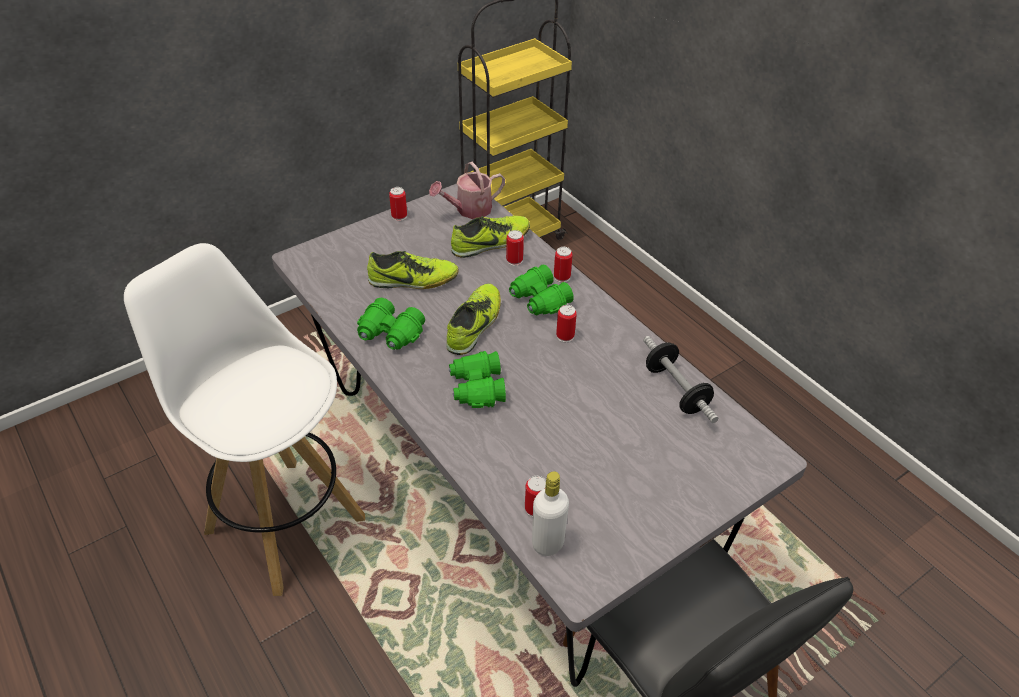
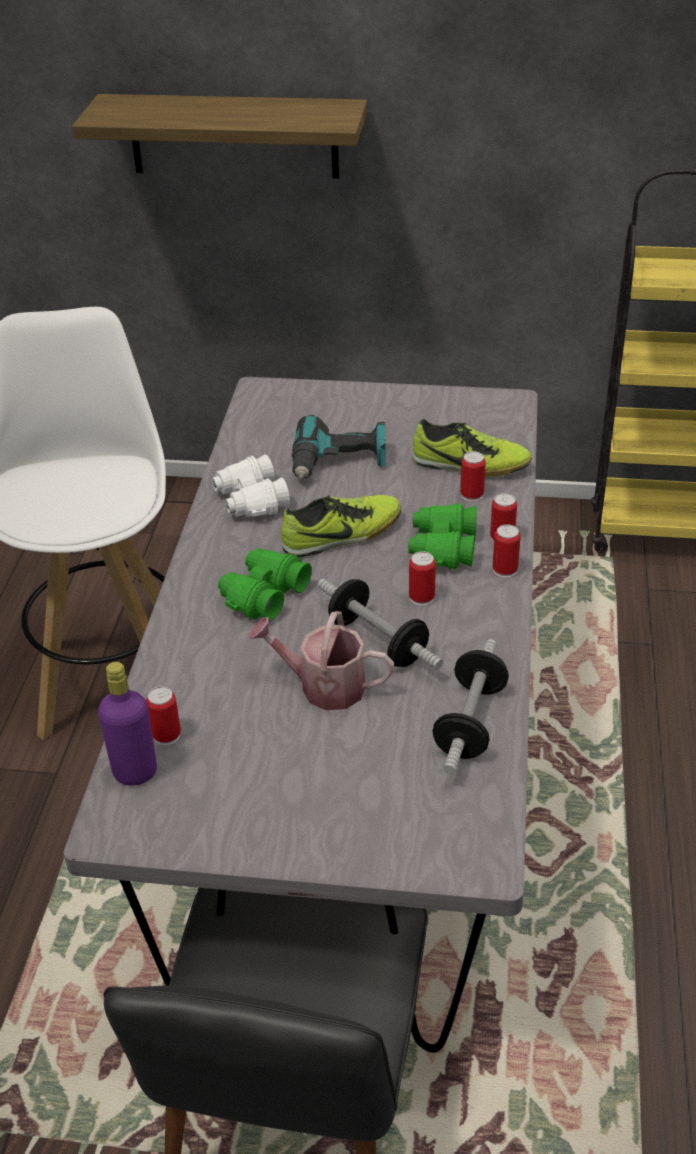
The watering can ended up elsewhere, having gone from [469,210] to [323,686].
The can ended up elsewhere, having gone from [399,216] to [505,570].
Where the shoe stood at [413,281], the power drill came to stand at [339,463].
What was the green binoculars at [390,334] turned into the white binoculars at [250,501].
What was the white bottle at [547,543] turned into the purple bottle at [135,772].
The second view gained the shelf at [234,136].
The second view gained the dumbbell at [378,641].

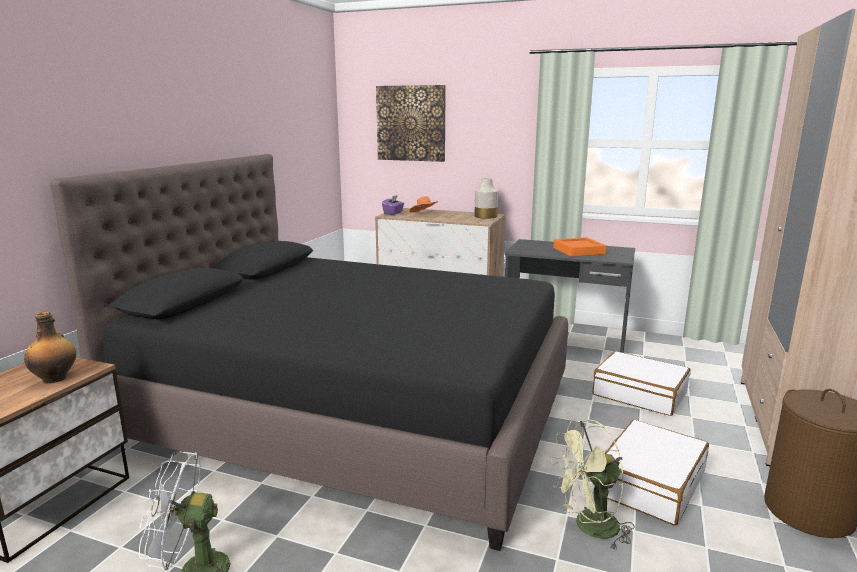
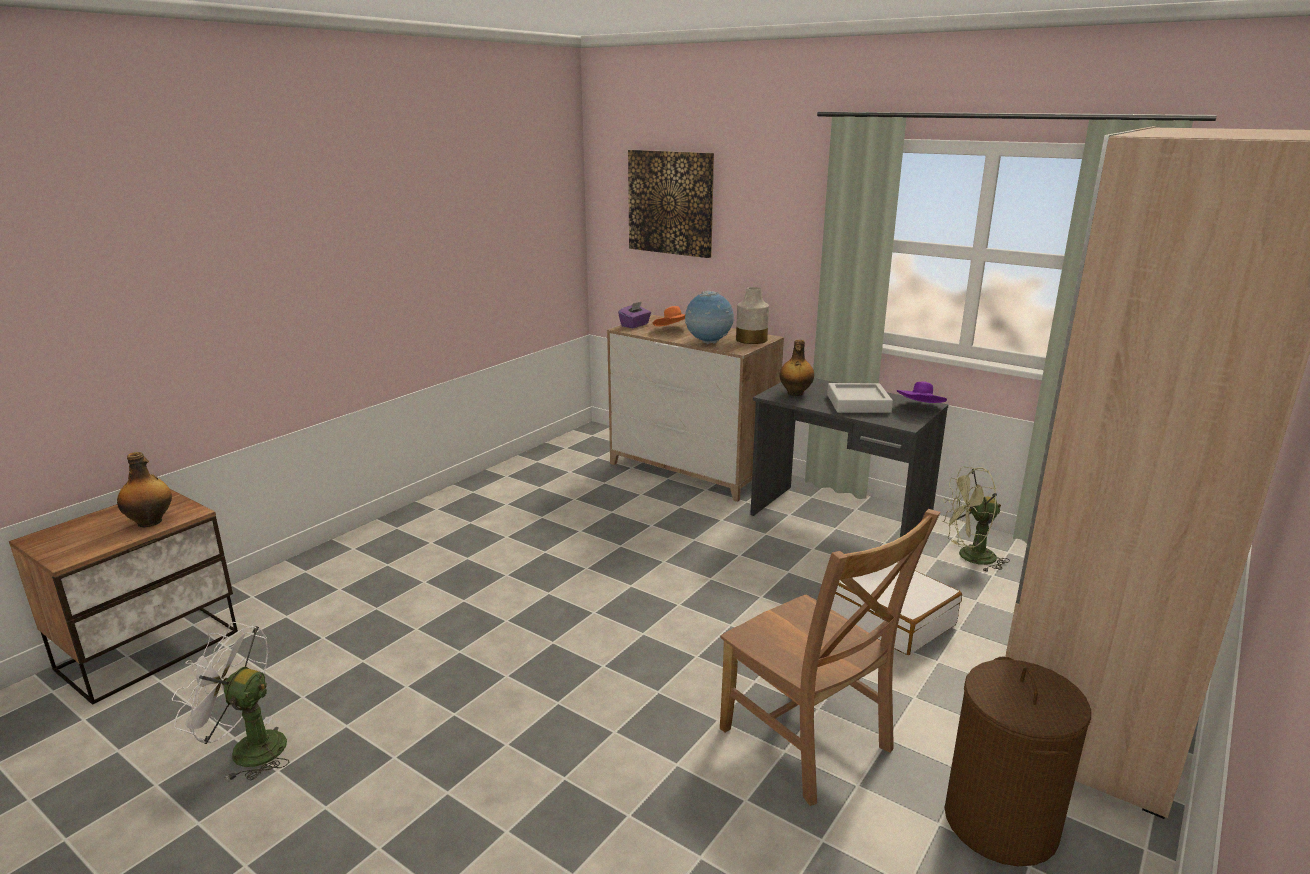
The second view lost the black bed at [354,411].
What was the orange tray at [578,251] turned into the grey tray at [858,403].
The green fan ended up elsewhere, having gone from [589,528] to [969,557].
Where the white suitcase stood at [649,483], the brown chair came to stand at [809,743].
The second view gained the globe at [708,343].
The second view gained the bottle at [795,393].
The second view gained the purple hat at [920,408].

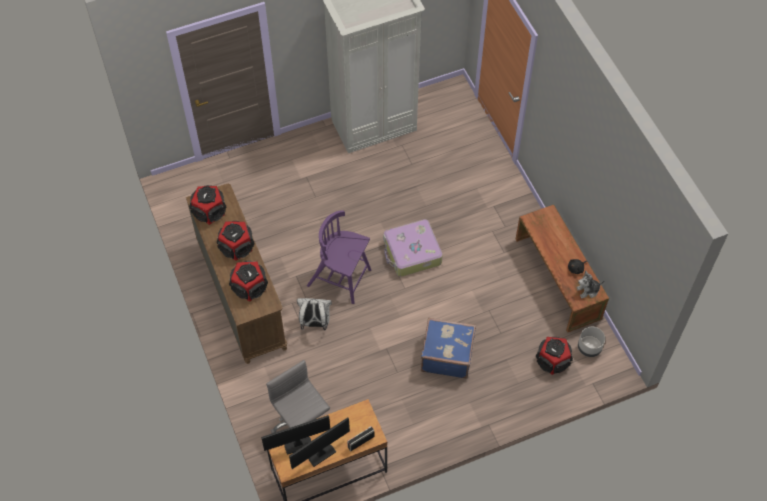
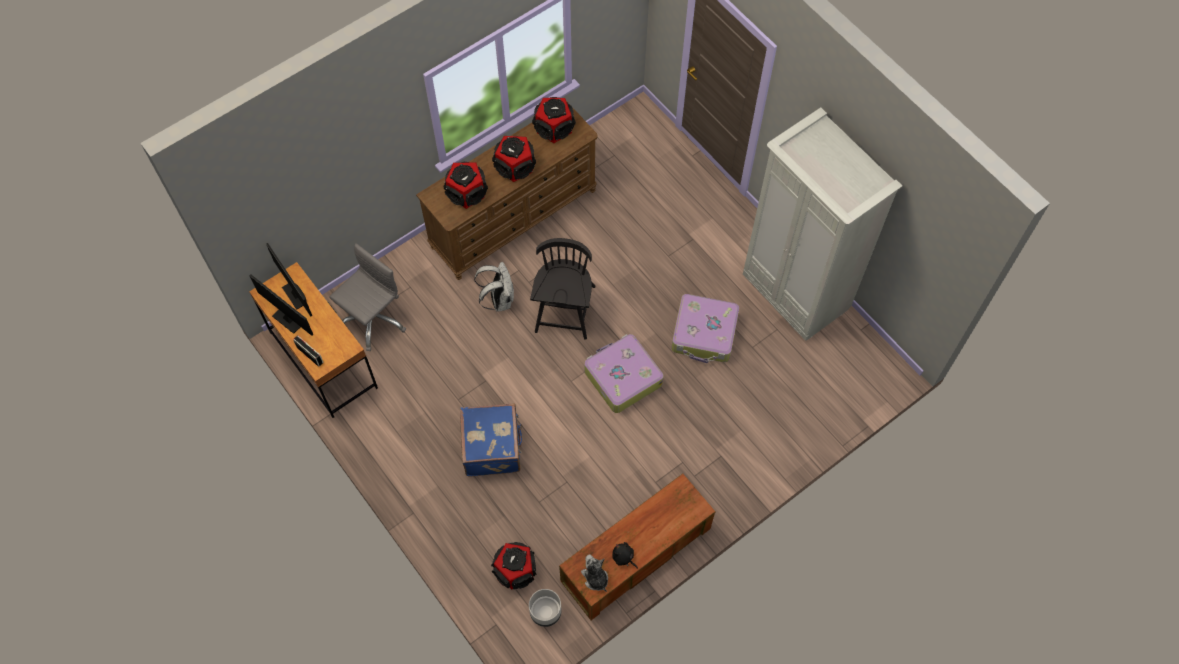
What was the purple chair at [340,278] turned into the black chair at [565,310].
The second view gained the suitcase at [704,334].

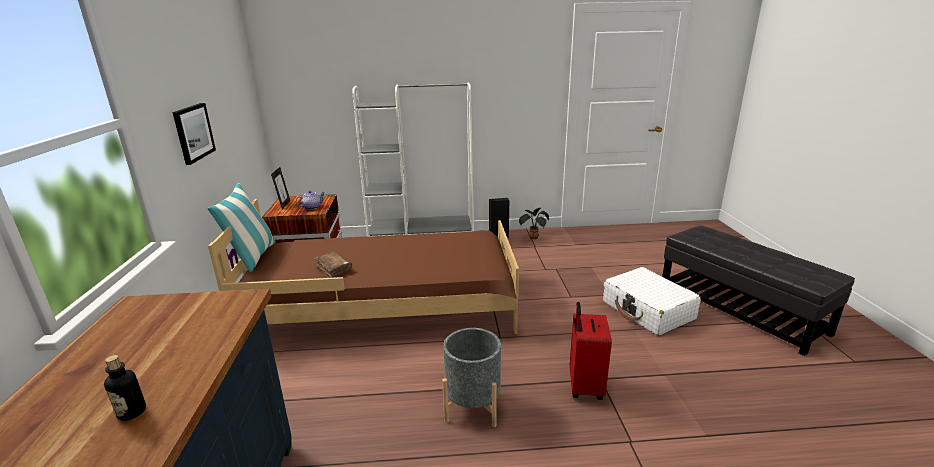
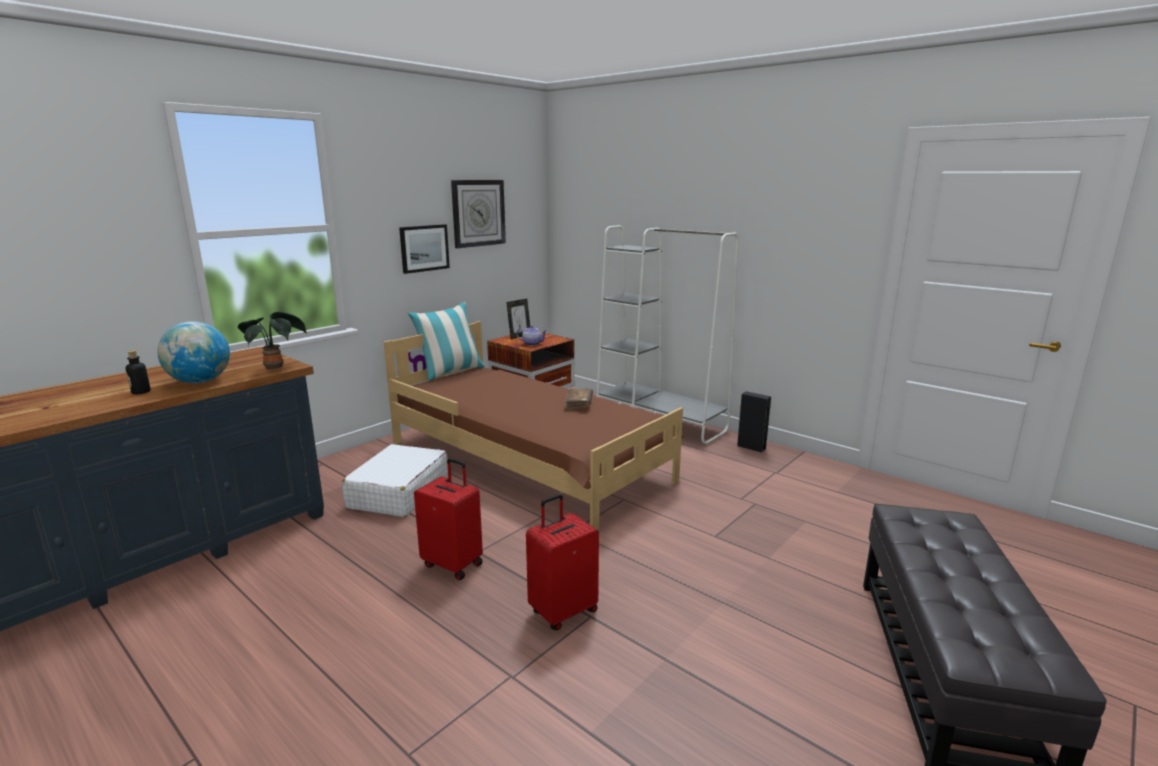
The potted plant ended up elsewhere, having gone from [533,237] to [276,367].
The brown book ended up elsewhere, having gone from [334,268] to [578,404].
The white suitcase ended up elsewhere, having gone from [648,310] to [398,493].
Where the grey planter stood at [473,406], the red suitcase came to stand at [453,564].
The second view gained the wall clock at [478,213].
The second view gained the globe at [200,382].

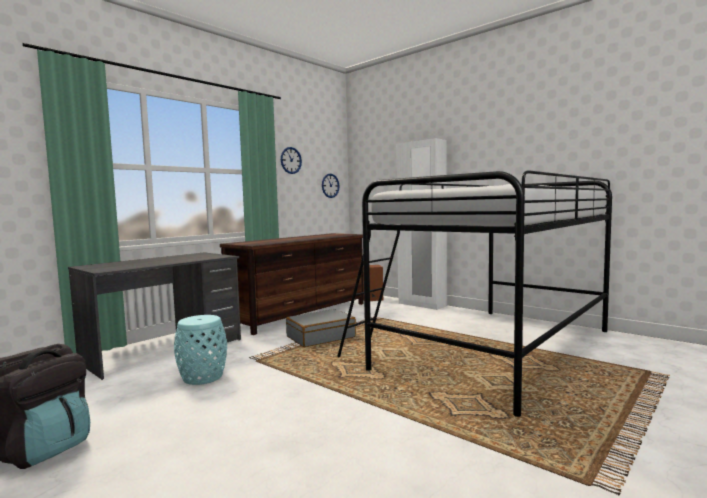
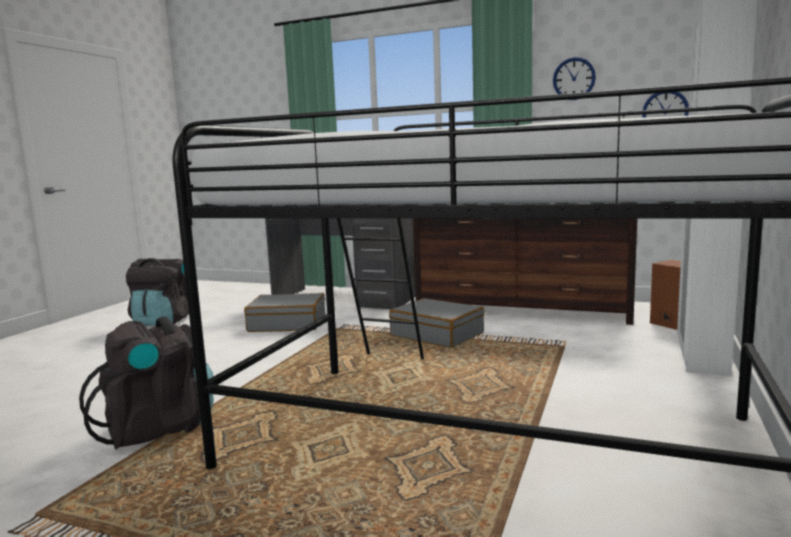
Where the turquoise stool stood at [203,377], the grey suitcase came to stand at [287,324].
The second view gained the black backpack at [158,428].

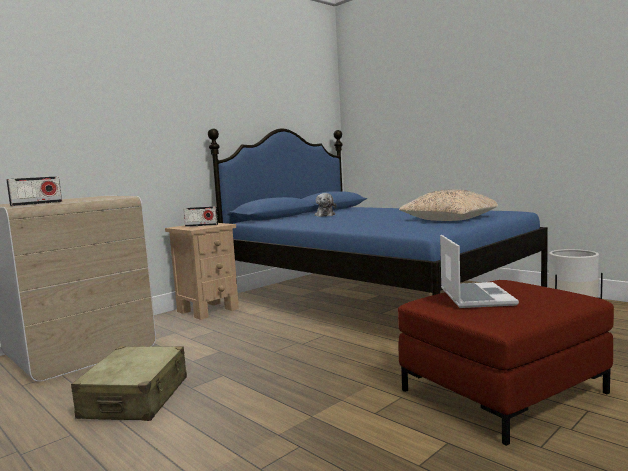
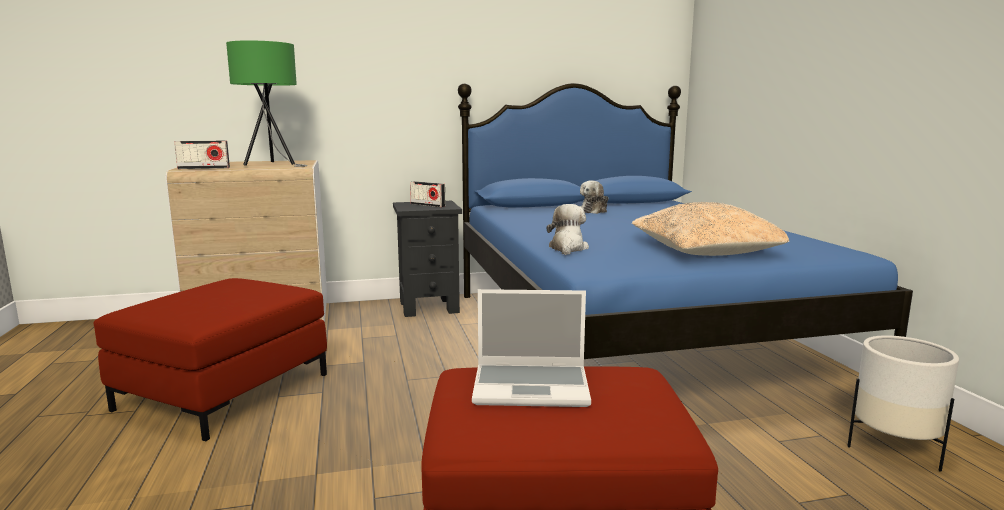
What was the beige nightstand at [209,310] turned into the black nightstand at [430,307].
The laptop at [474,297] ended up facing another way, 60 degrees clockwise from before.
Where the beige suitcase stood at [136,398], the red ottoman came to stand at [225,391].
The second view gained the green table lamp at [272,165].
The second view gained the plush toy at [567,248].

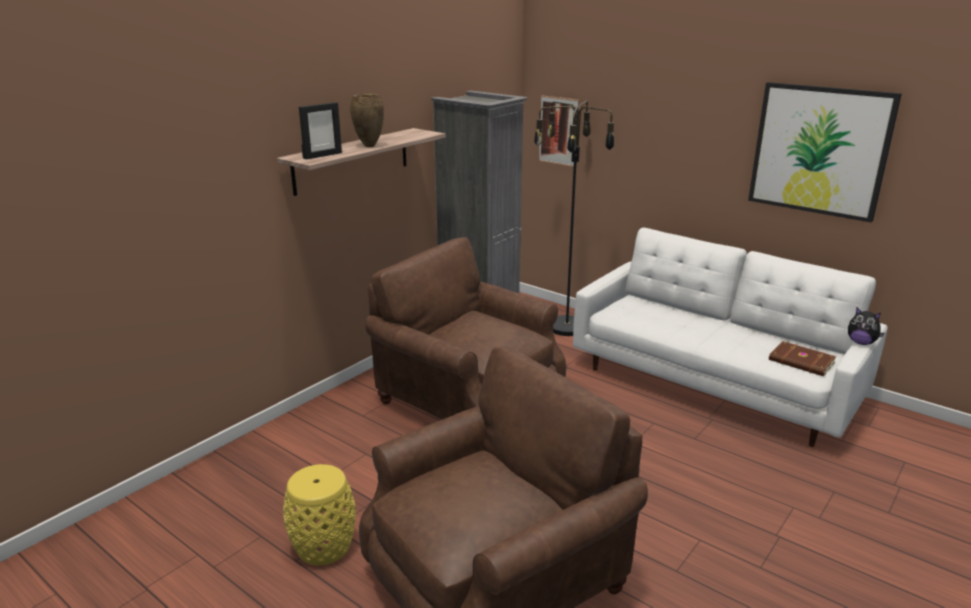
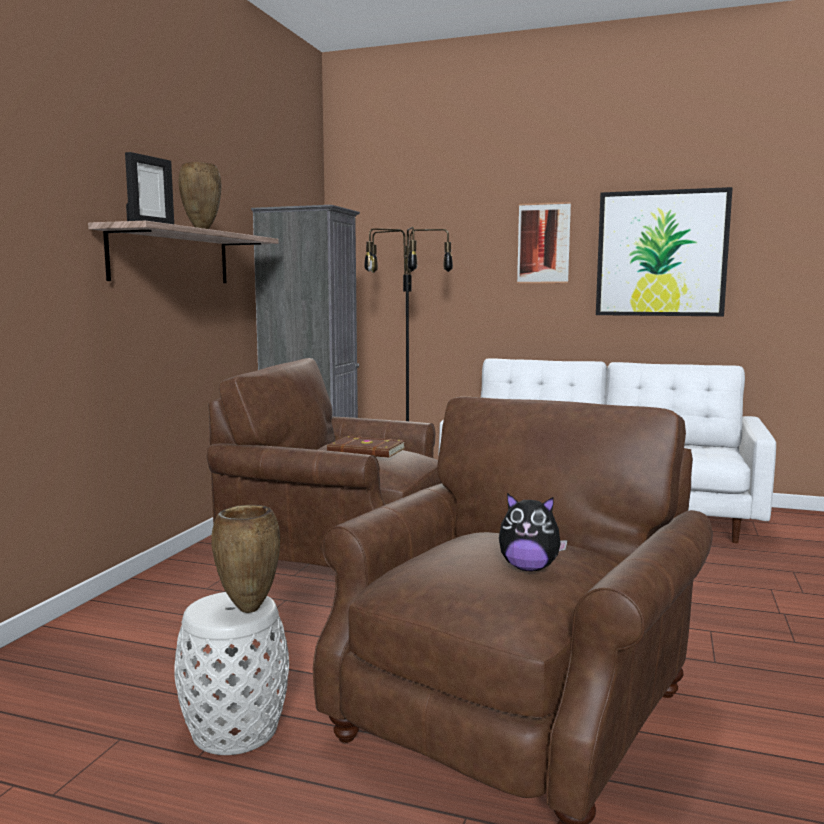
The picture ended up elsewhere, having gone from [558,131] to [543,243].
The plush toy ended up elsewhere, having gone from [861,342] to [529,568].
The brown book ended up elsewhere, having gone from [801,362] to [366,451].
What was the yellow stool at [323,547] turned into the white stool at [235,731].
The second view gained the brown vase at [247,609].

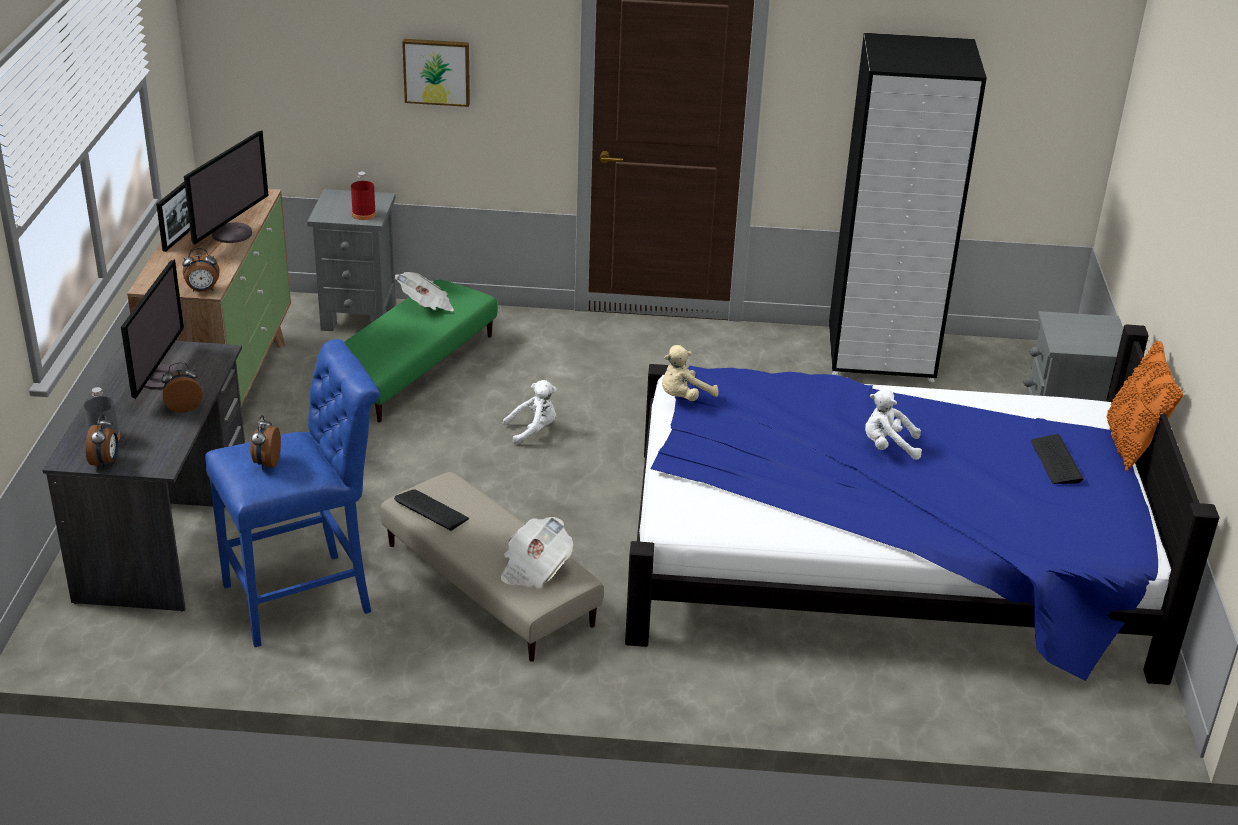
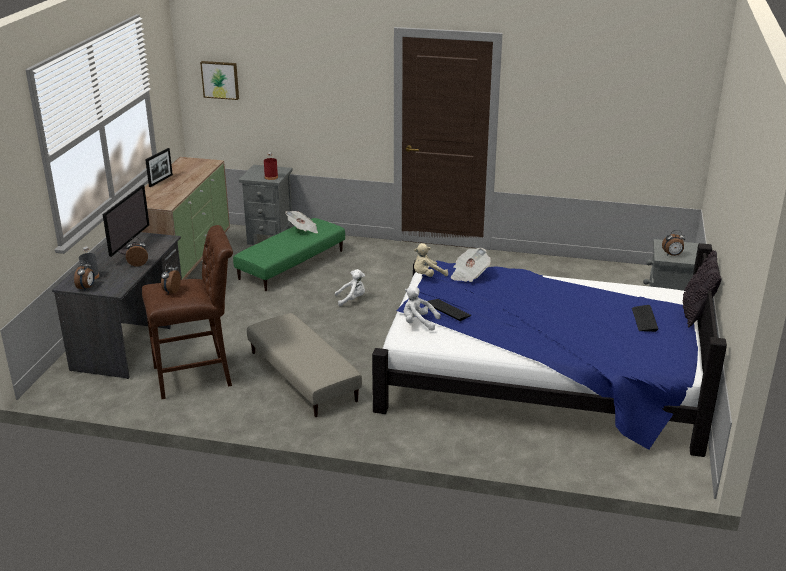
The second view lost the wardrobe at [880,357].
The picture ended up elsewhere, having gone from [437,71] to [220,79].
The second view lost the monitor at [231,233].
The alarm clock ended up elsewhere, having gone from [202,290] to [672,255].
What was the blue stool at [306,597] turned into the brown stool at [198,376].
What was the orange pillow at [1131,444] turned into the black pillow at [696,313].
The white plush toy ended up elsewhere, having gone from [888,447] to [418,323].
The keyboard ended up elsewhere, having gone from [431,510] to [448,310].
The newspaper ended up elsewhere, having gone from [534,569] to [469,275].

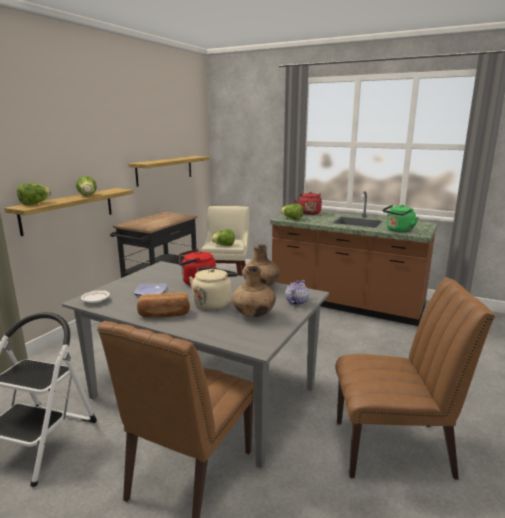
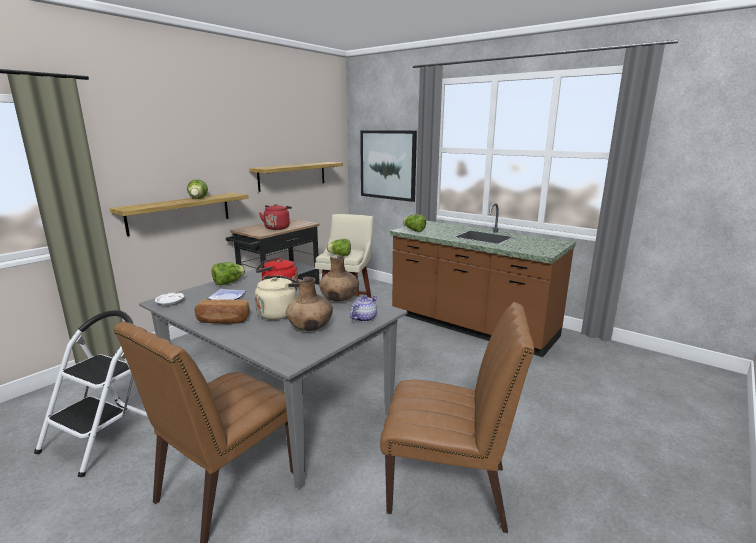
The lettuce ended up elsewhere, having gone from [35,204] to [228,283].
The red kettle ended up elsewhere, having gone from [309,213] to [277,227].
The second view lost the green kettle at [398,231].
The second view gained the picture at [388,165].

